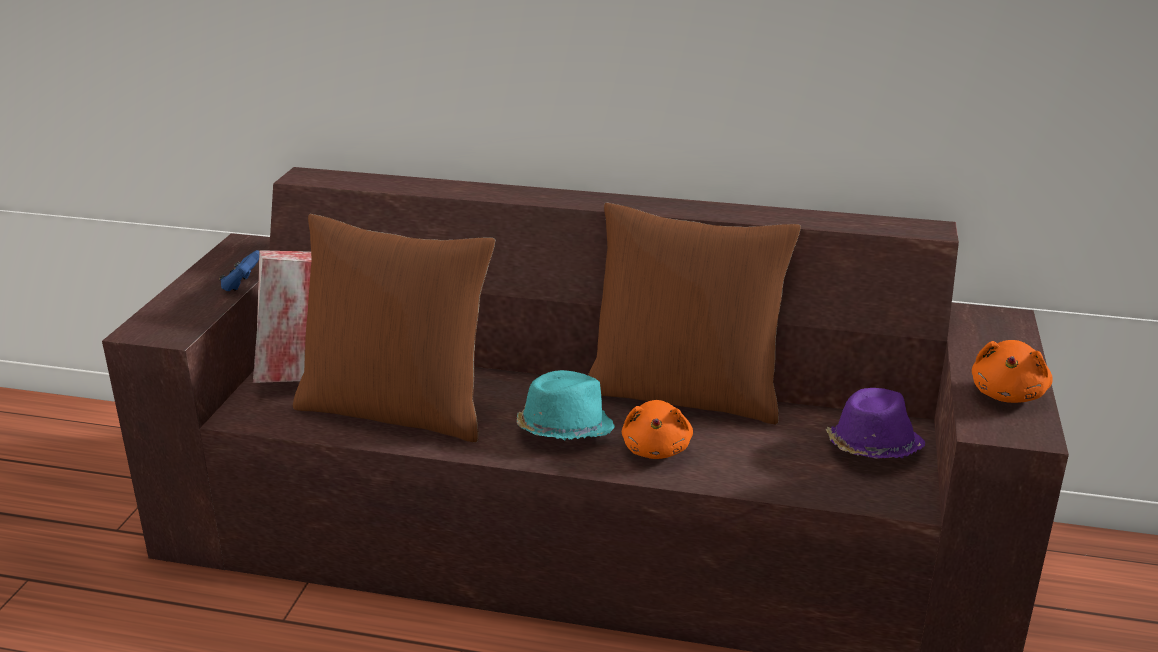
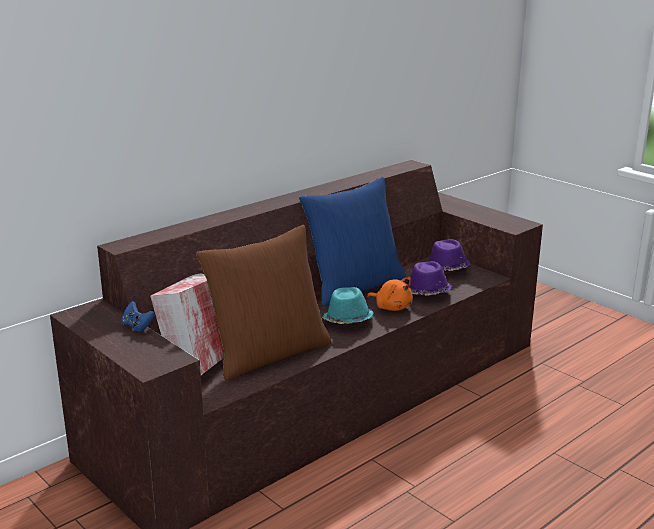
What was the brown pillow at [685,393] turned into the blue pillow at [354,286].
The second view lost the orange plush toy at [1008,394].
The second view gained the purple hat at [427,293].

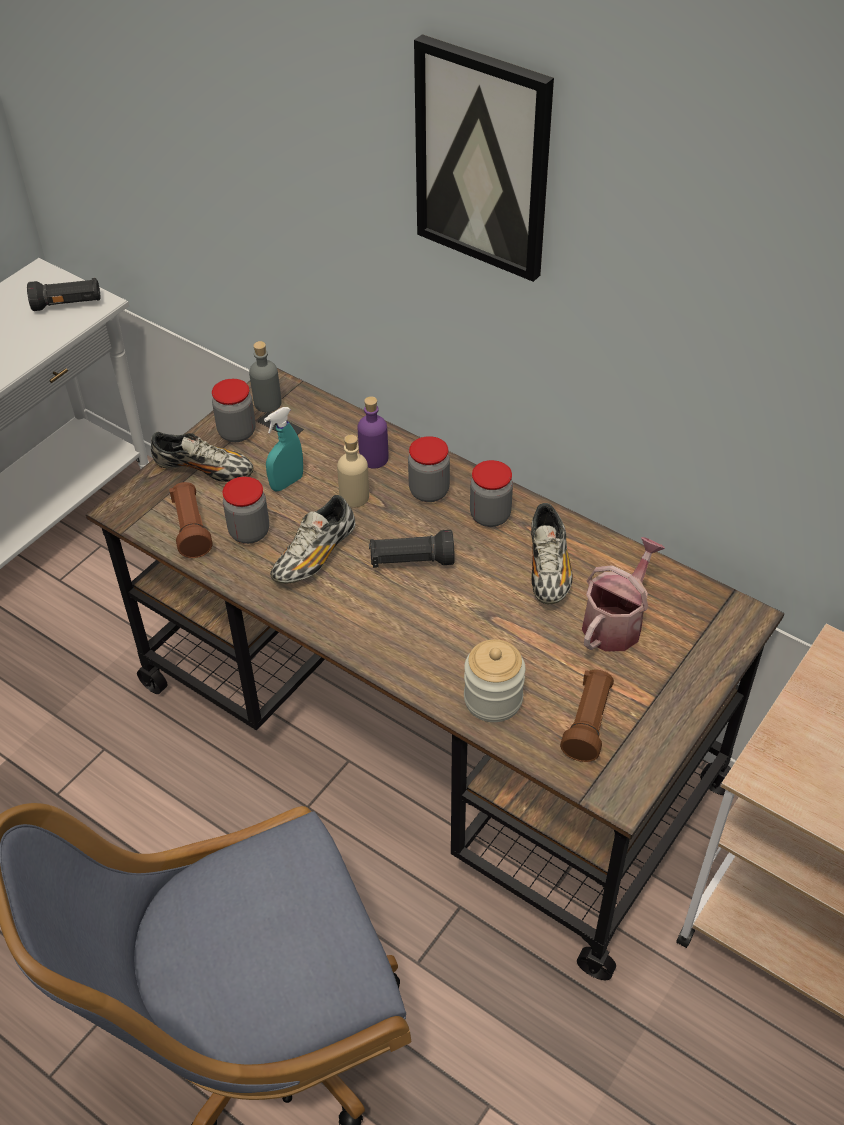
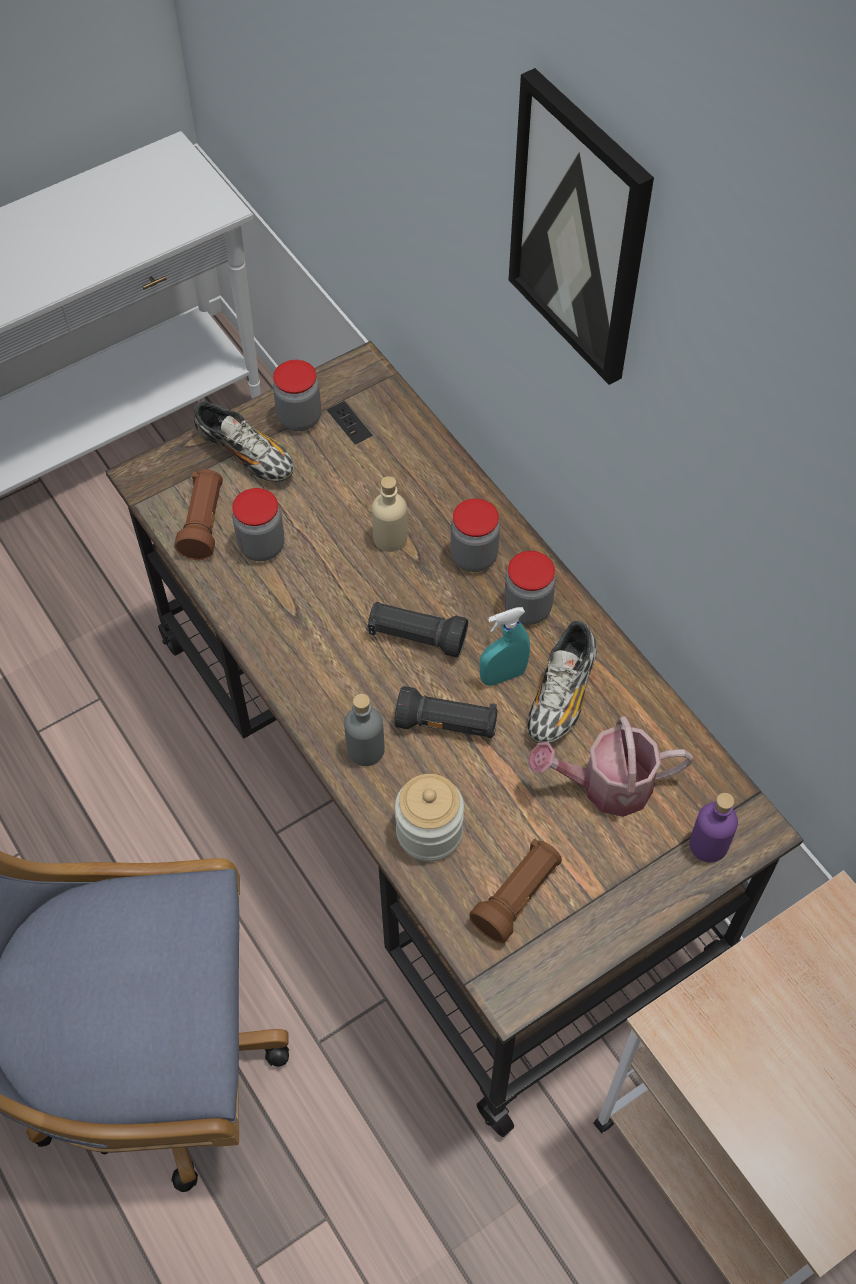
The black flashlight ended up elsewhere, having gone from [68,304] to [447,725].
The grey bottle ended up elsewhere, having gone from [267,403] to [365,750].
The purple bottle ended up elsewhere, having gone from [374,458] to [708,845].
The turquoise spray bottle ended up elsewhere, having gone from [287,483] to [503,676].
The second view lost the shoe at [315,556].
The watering can at [616,622] ended up facing another way, 150 degrees counterclockwise from before.

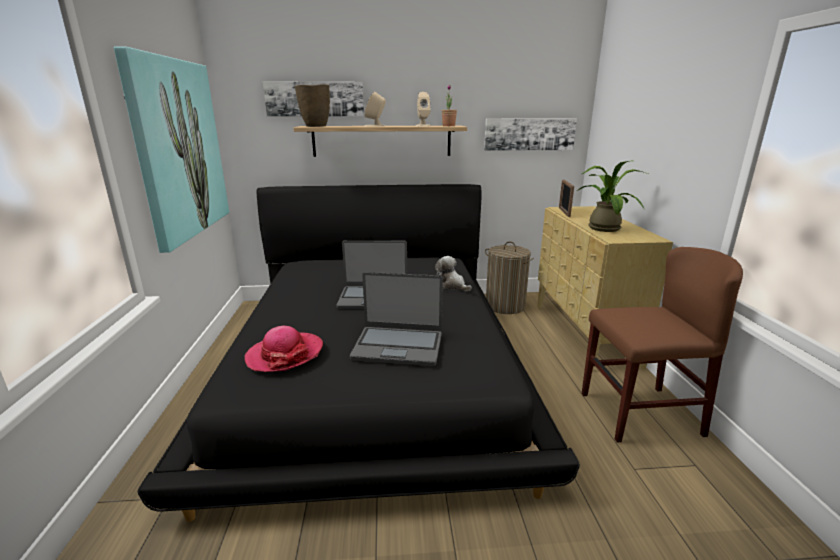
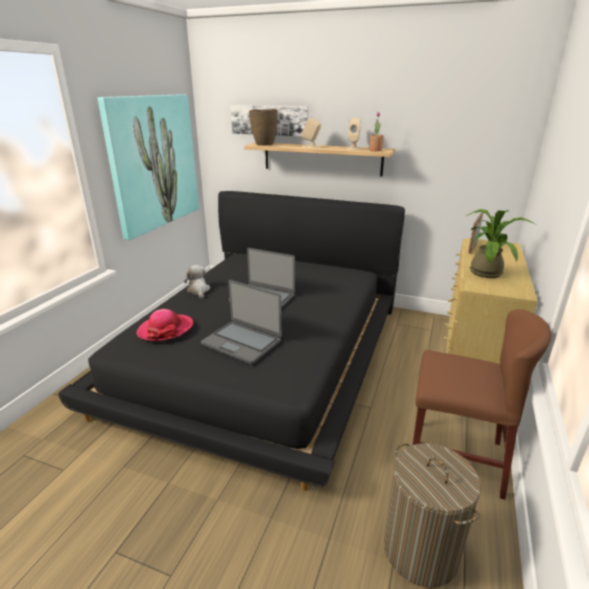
The second view lost the picture at [529,134].
The laundry basket ended up elsewhere, having gone from [505,306] to [420,550].
The plush toy ended up elsewhere, having gone from [451,285] to [198,290].

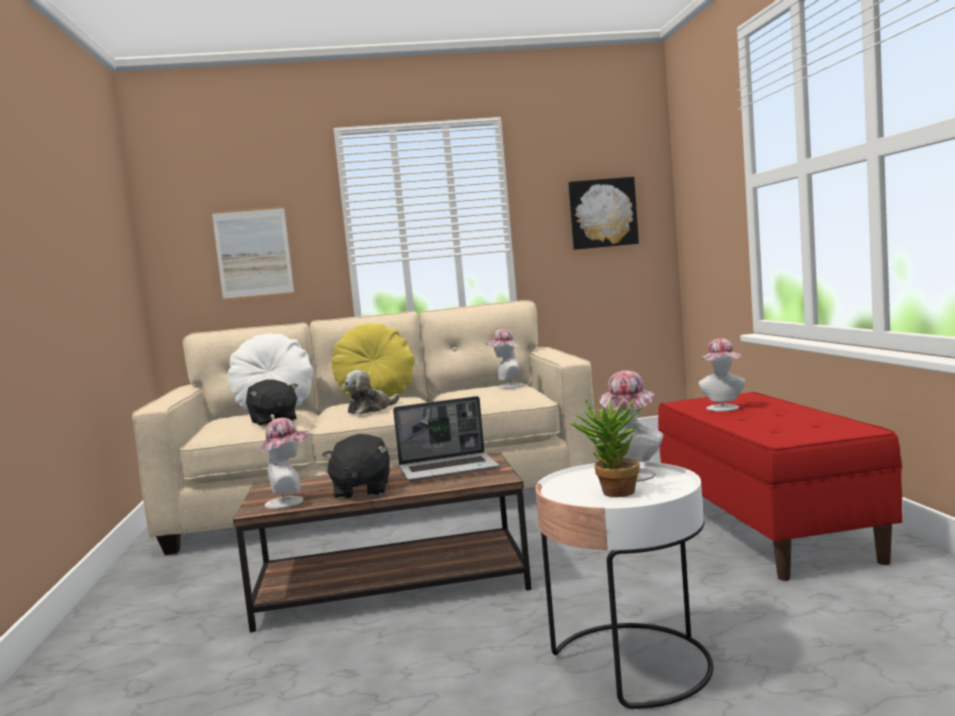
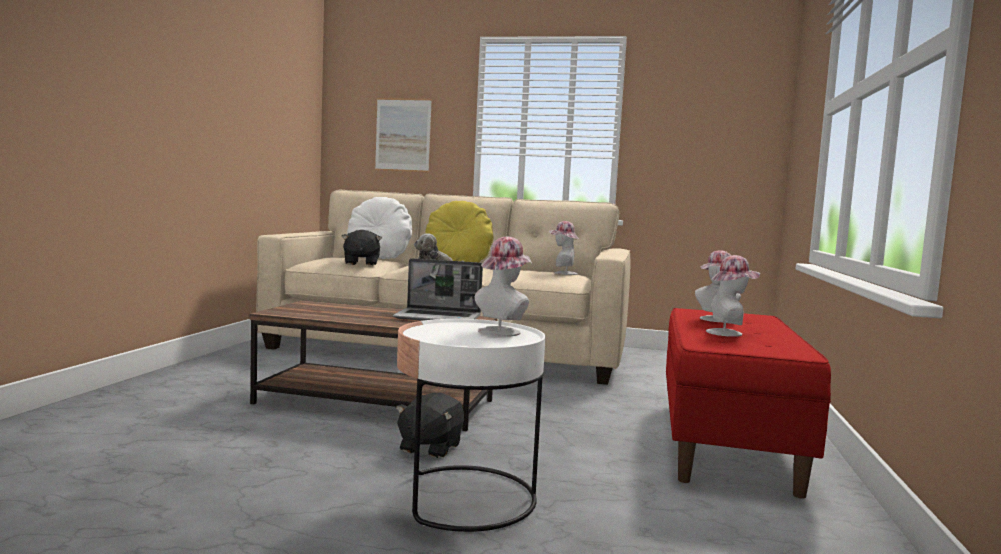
The second view lost the picture at [602,213].
The second view lost the potted plant at [612,493].
The hat ended up elsewhere, having gone from [289,501] to [728,333].
The black plush toy ended up elsewhere, having gone from [361,491] to [429,447].

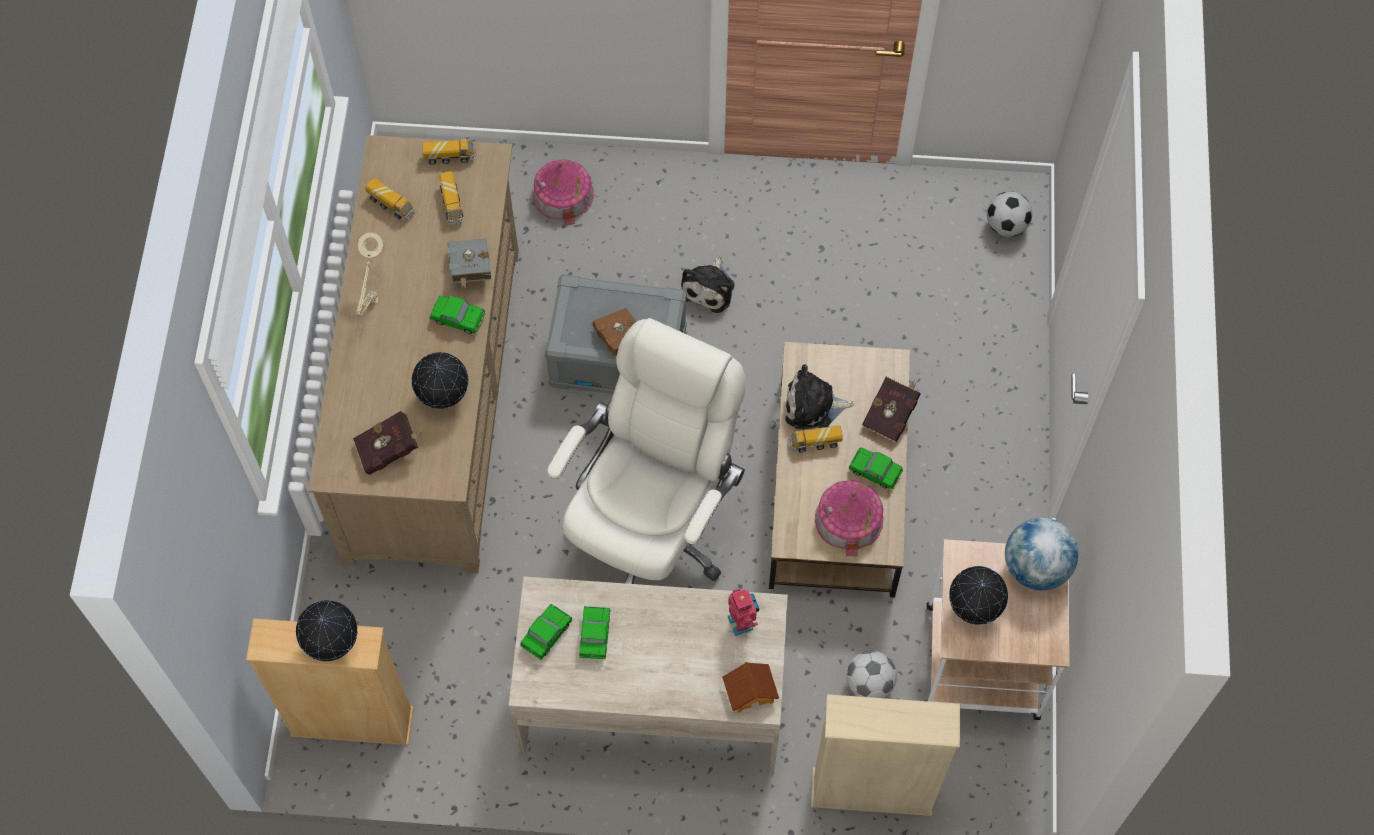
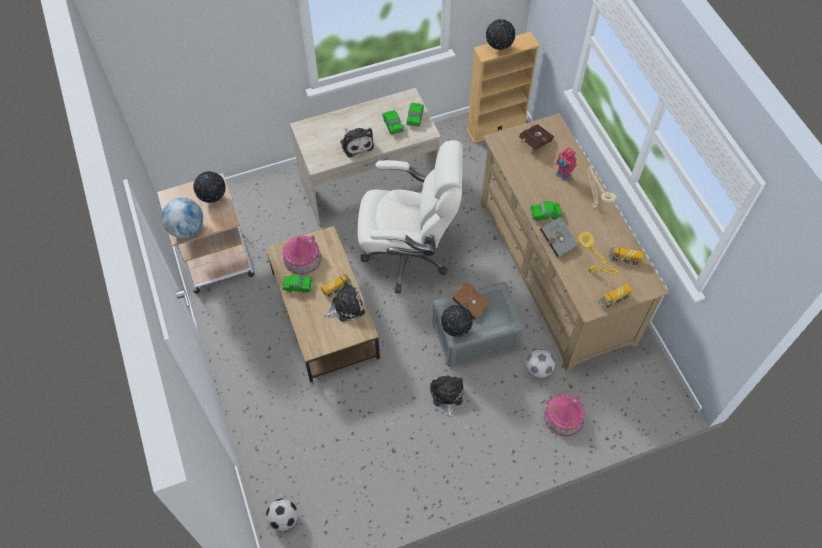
Where the toy truck stood at [452,204], the yellow table lamp came to stand at [592,272].
The white office chair at [652,530] ended up facing another way, 90 degrees counterclockwise from before.
The globe ended up elsewhere, having gone from [443,396] to [455,330].
The second view lost the red book at [892,414].
The toy robot ended up elsewhere, having gone from [742,622] to [562,175].
The football ended up elsewhere, having gone from [869,683] to [538,369].
The second view lost the toy house at [750,690].
The second view lost the beige bookcase at [871,792].
The second view gained the plush toy at [356,143].

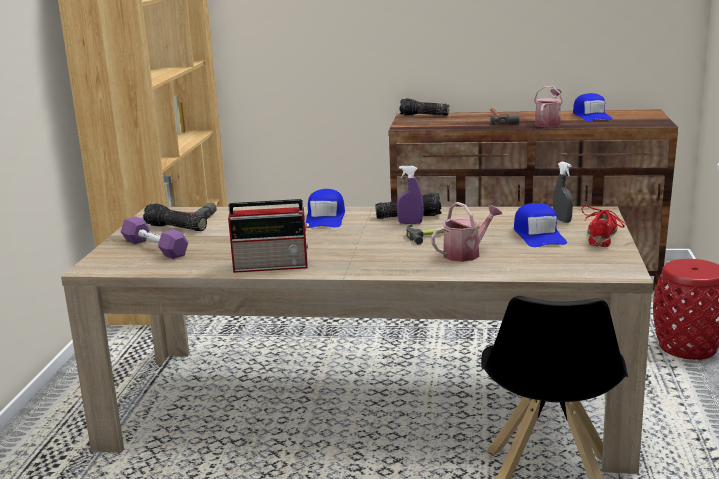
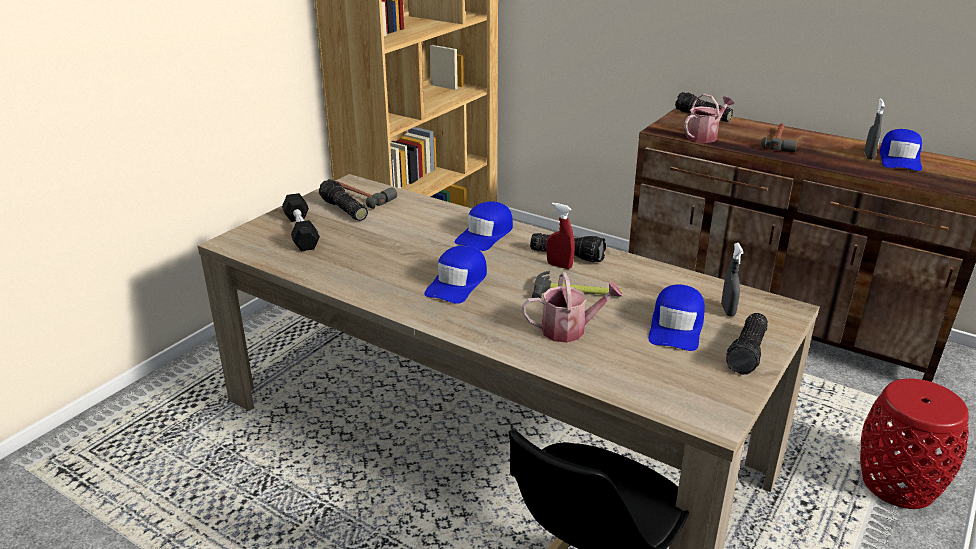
The watering can ended up elsewhere, having gone from [548,123] to [705,136].
What was the purple spray bottle at [410,223] turned into the red spray bottle at [559,266].
The second view lost the radio at [272,266].
Where the red shoe stood at [603,237], the flashlight came to stand at [749,353].
What was the purple dumbbell at [155,248] turned into the black dumbbell at [301,232].
The second view gained the grey spray bottle at [869,156].
The second view gained the blue cap at [458,283].

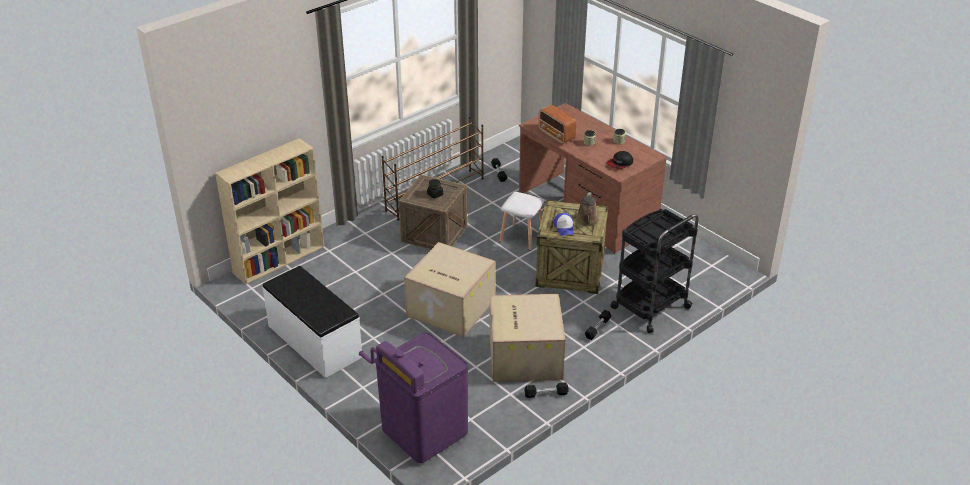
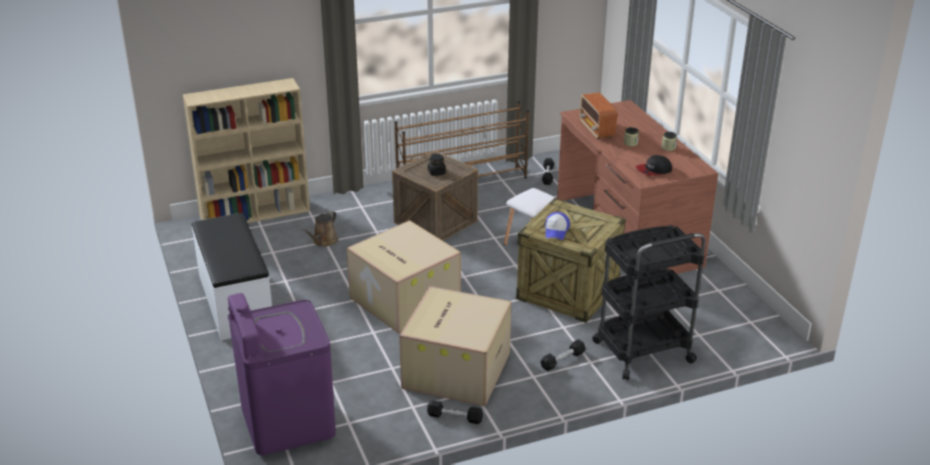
The brown watering can ended up elsewhere, having gone from [587,220] to [323,241].

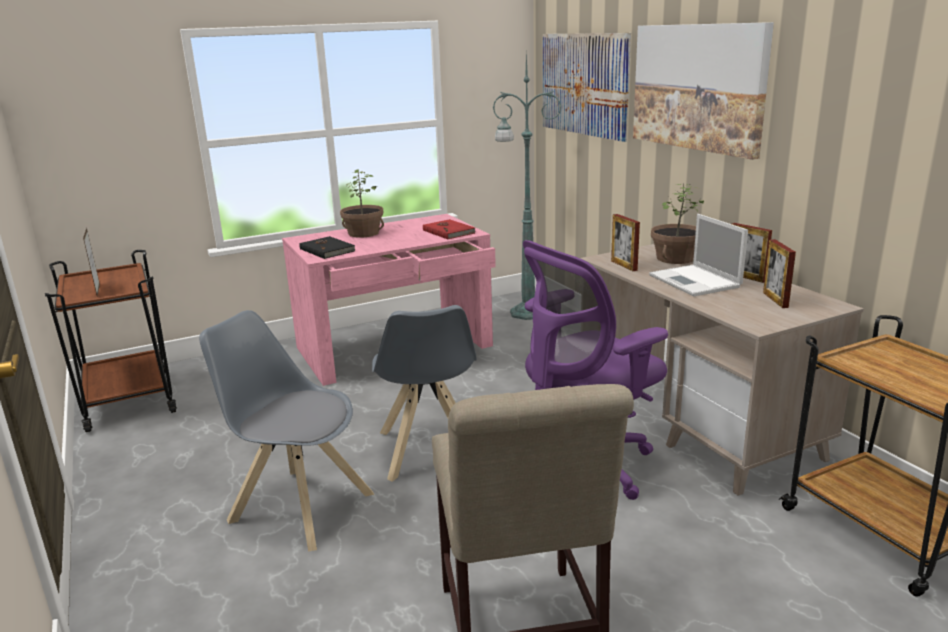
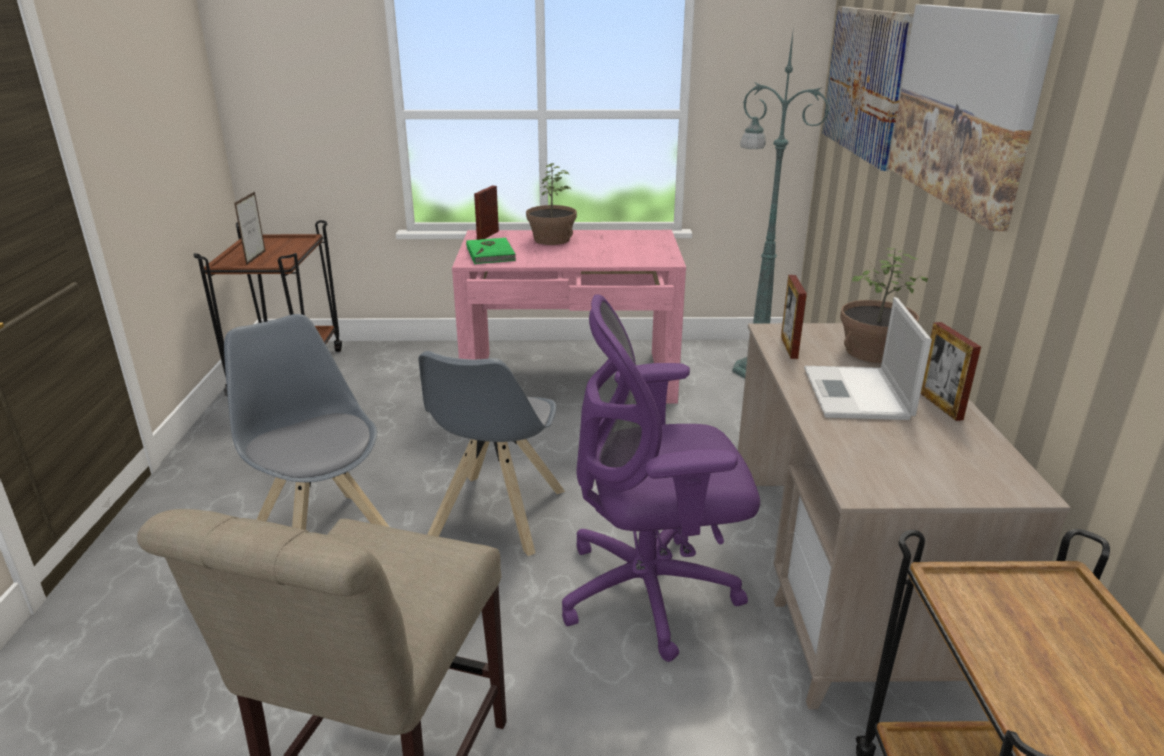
The second view lost the red book at [449,231].
What was the black book at [328,250] turned into the green book at [491,253].
The picture frame ended up elsewhere, having gone from [775,300] to [488,235].

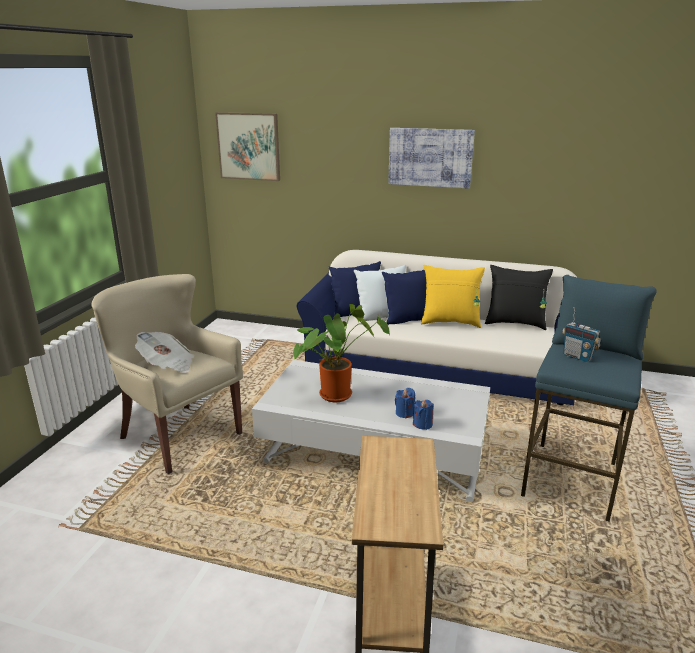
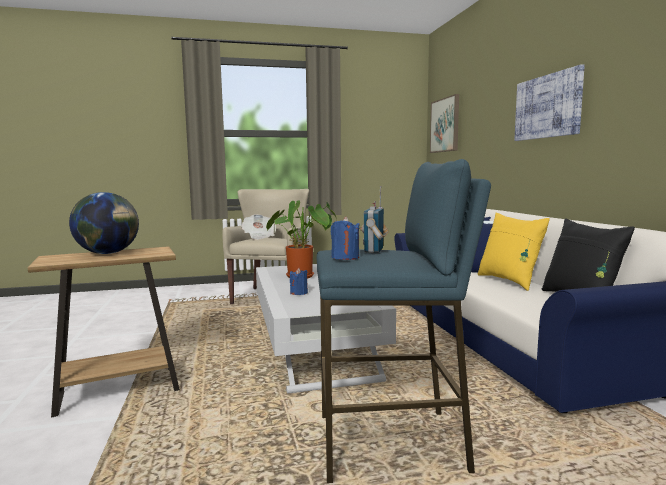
The blue candle ended up elsewhere, having gone from [422,424] to [345,257].
The second view gained the globe at [108,253].

